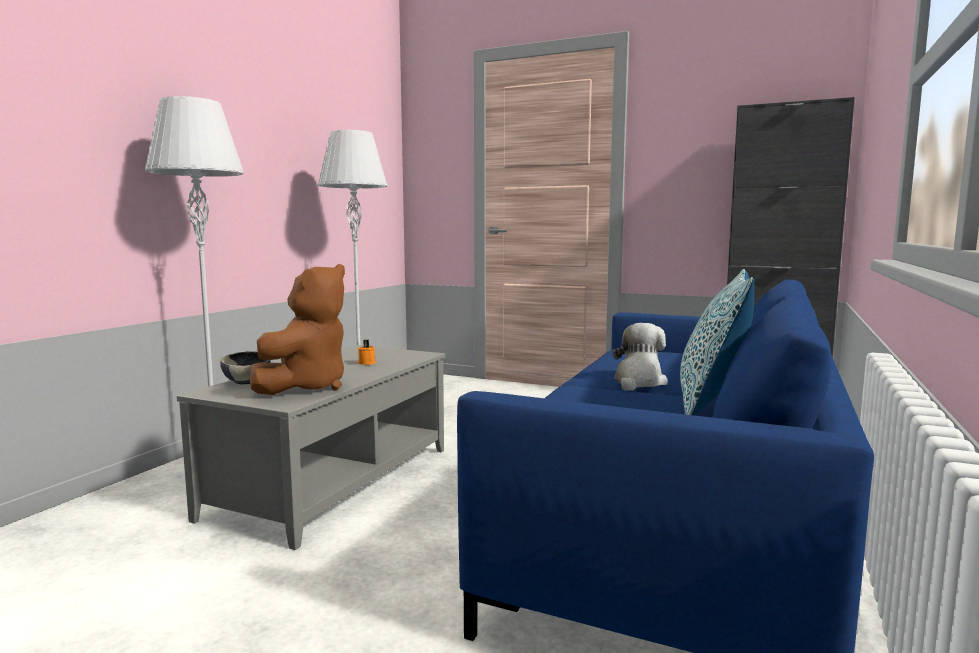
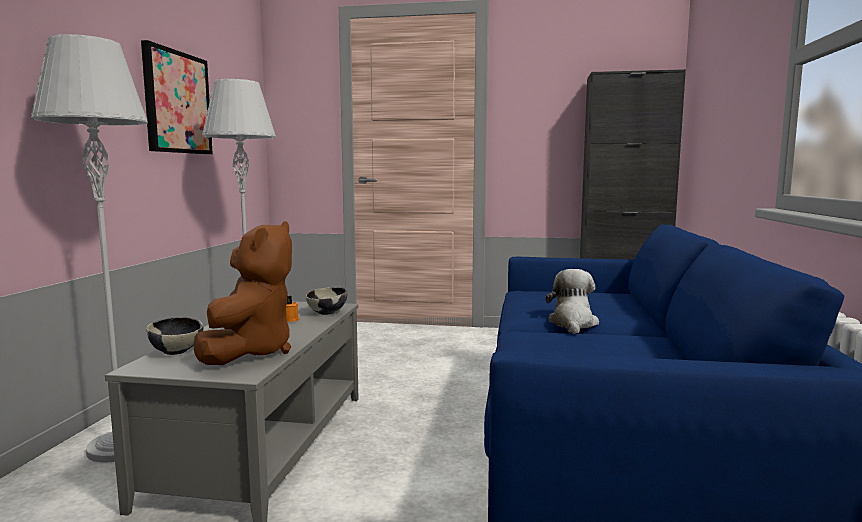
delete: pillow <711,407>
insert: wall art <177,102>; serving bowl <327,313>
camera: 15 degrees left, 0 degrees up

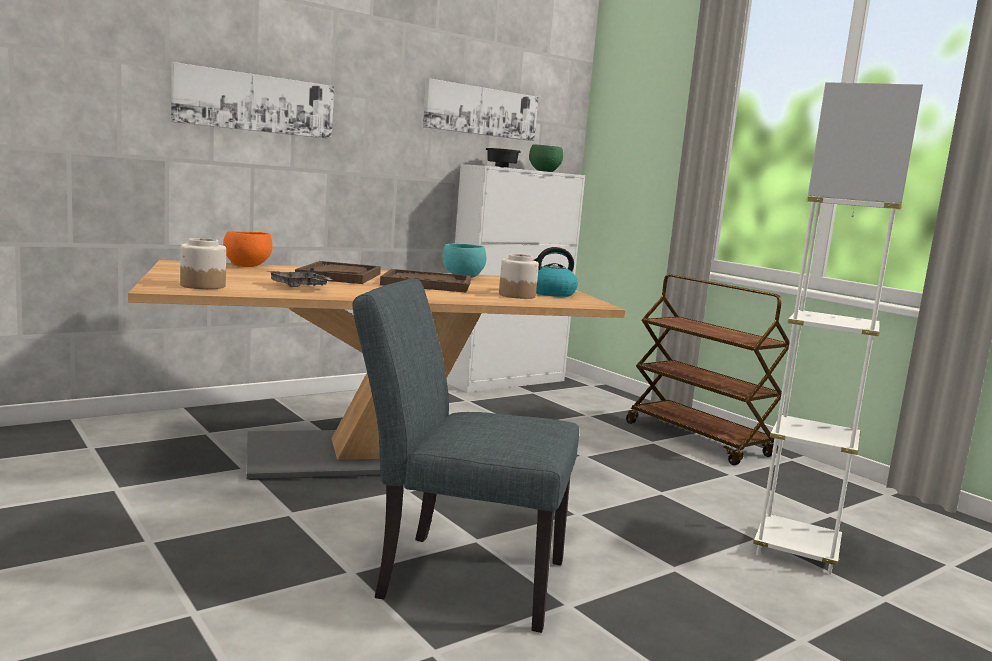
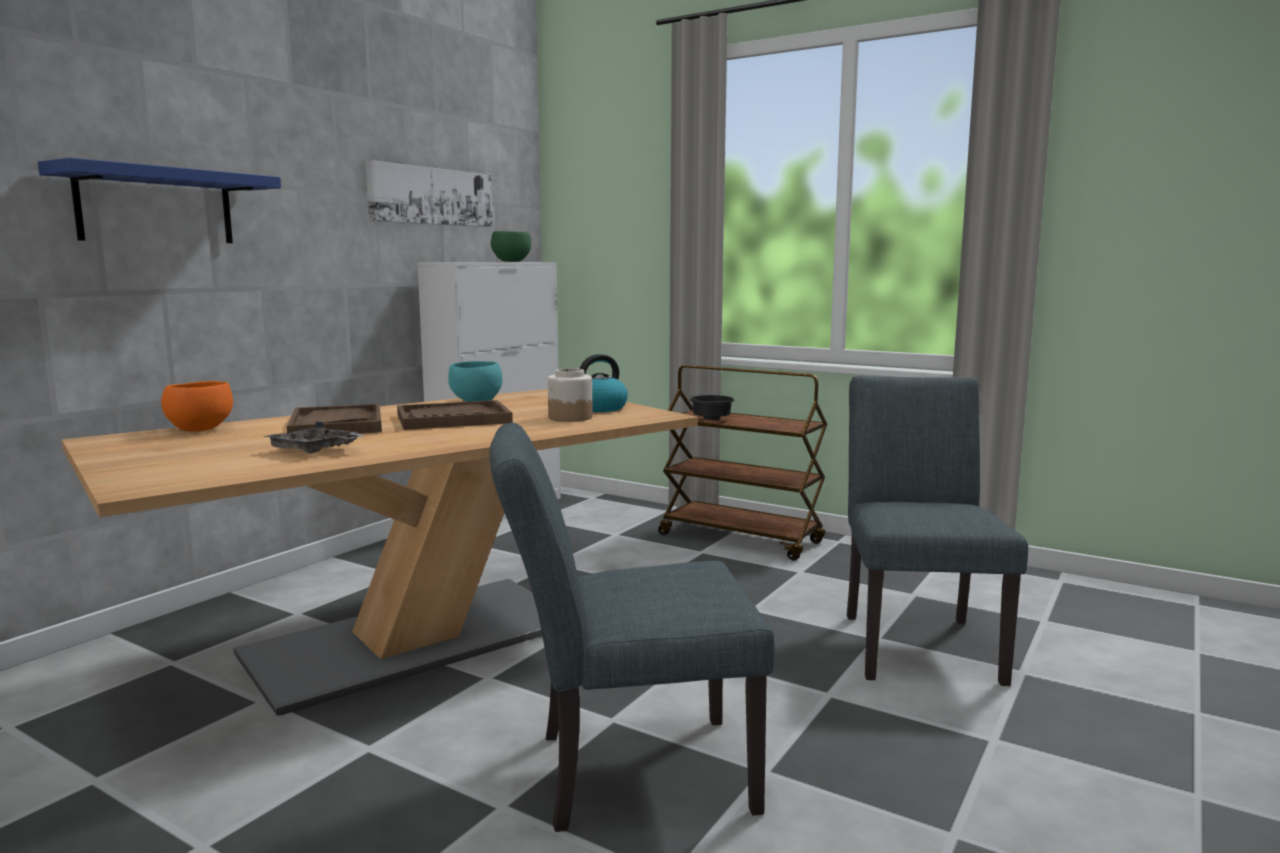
delete: storage jar <202,286>
move: blackish serving bowl <500,167> to <710,419>
replace: wall art <255,103> to bluish bracket shelf <156,206>; whitish standard lamp <796,551> to greyish upright chair <917,641>
camera: 20 degrees left, 0 degrees up

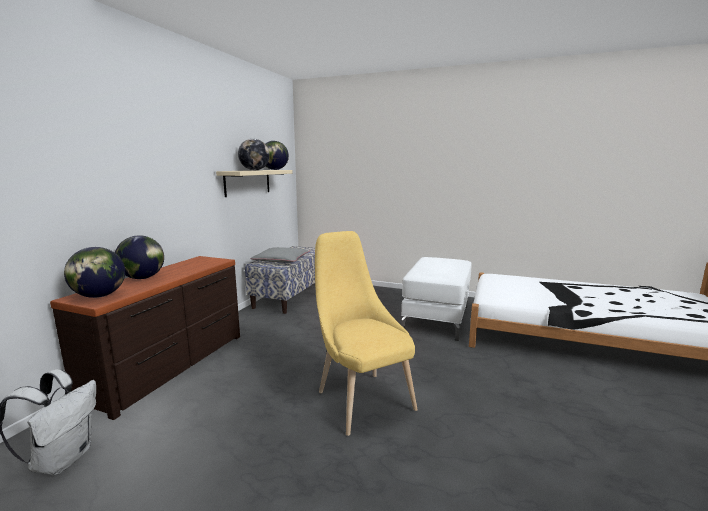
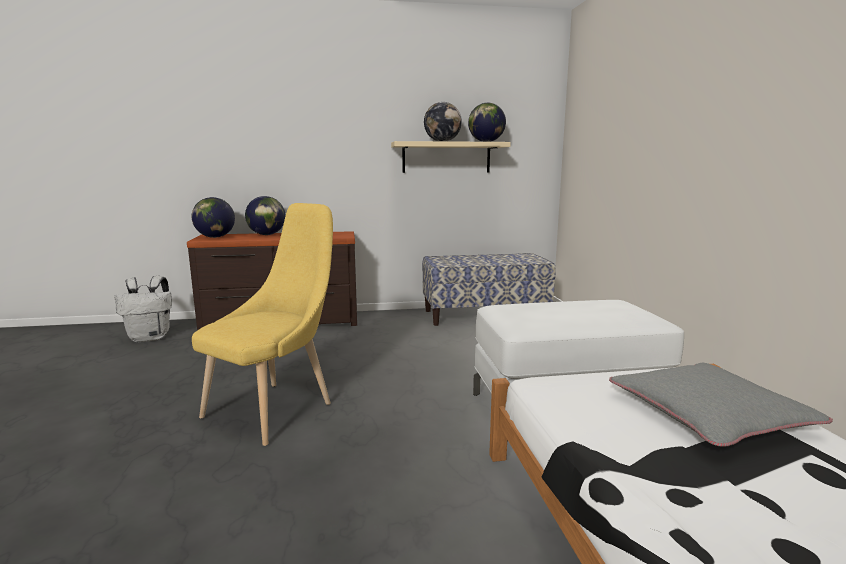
move: greyish pillow <281,260> to <708,414>
camera: 60 degrees right, 0 degrees up

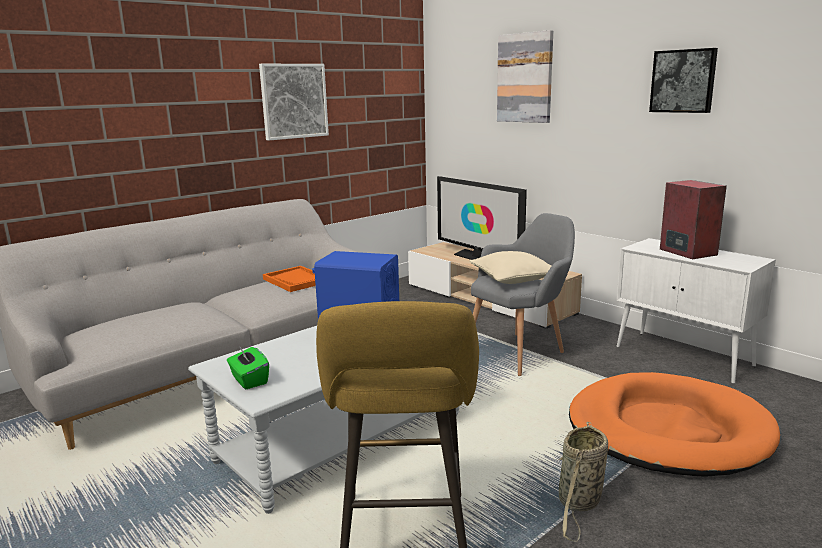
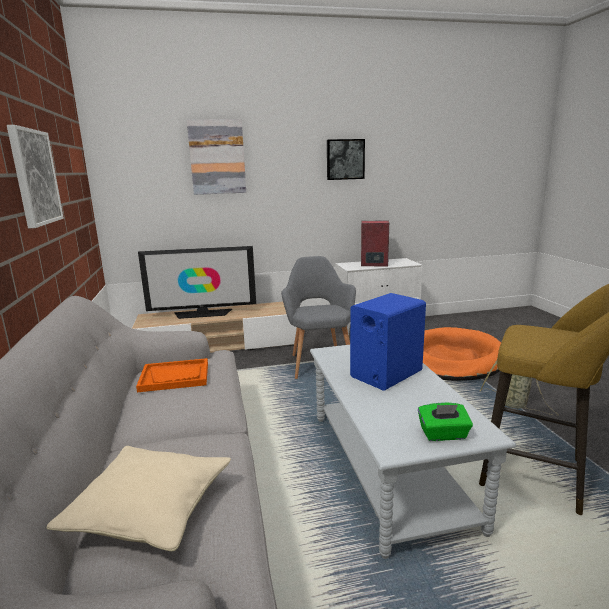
move: sand-coloured pillow <514,279> to <150,509>
camera: 60 degrees left, 0 degrees up

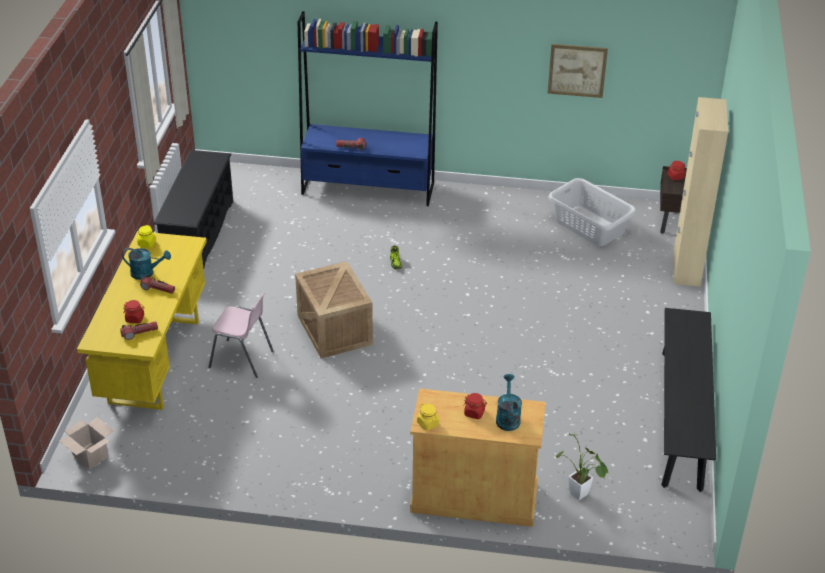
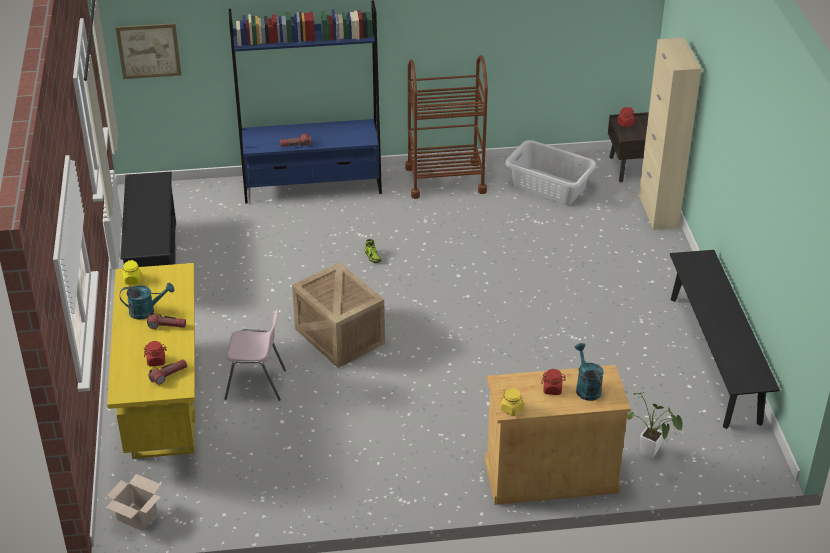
insert: brown wheeled cart <445,180>
move: wall art <577,70> to <149,50>
camera: 15 degrees left, 0 degrees up

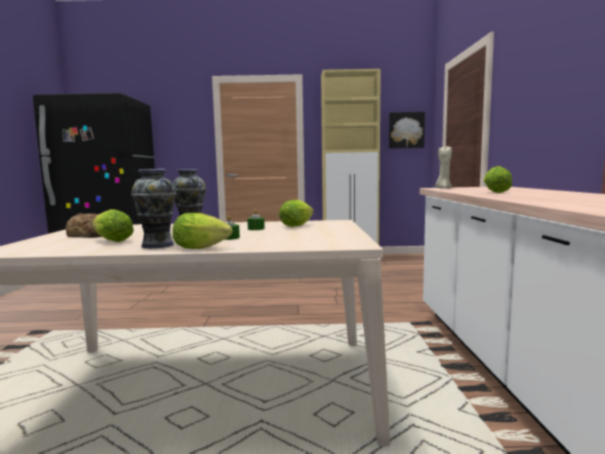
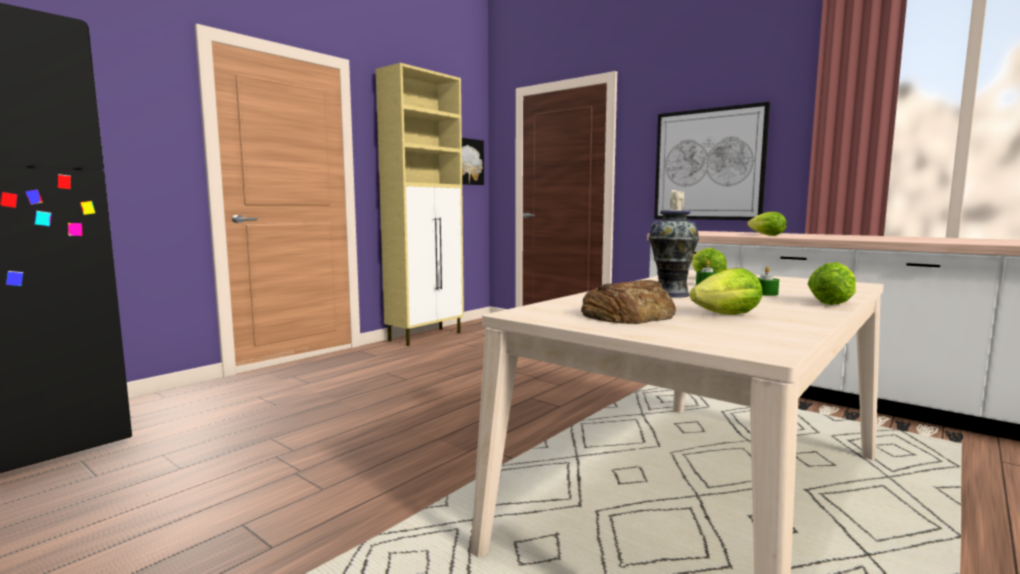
delete: flower vase <157,245>
insert: wall art <708,164>
camera: 50 degrees left, 0 degrees up

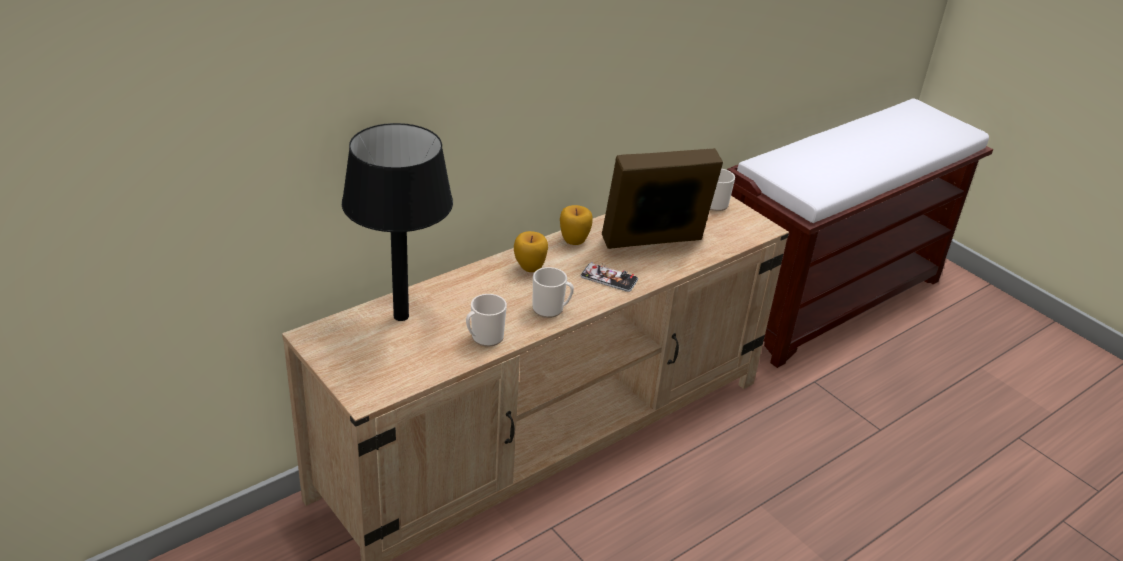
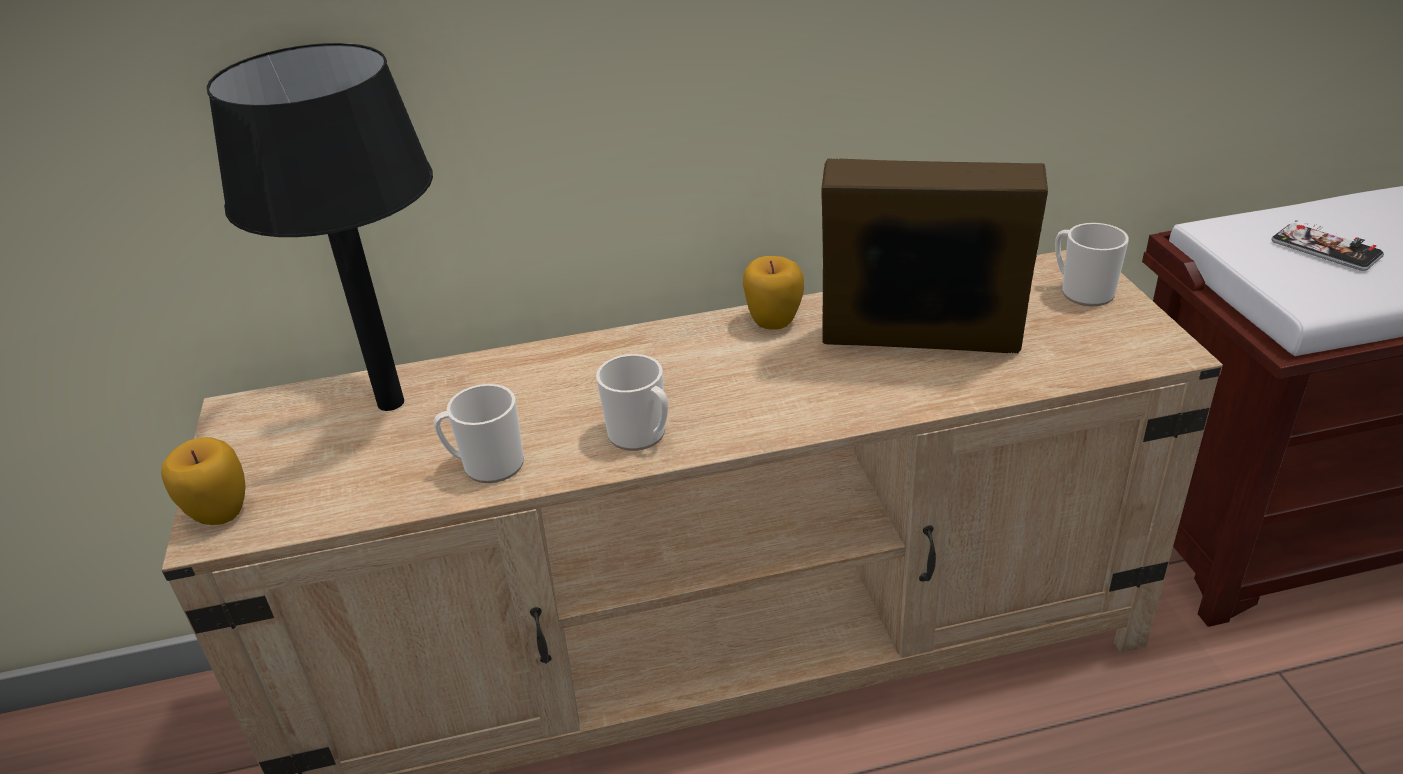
move: apple fruit <529,268> to <220,513>; telephone <609,278> to <1325,248>
camera: 30 degrees right, 0 degrees up

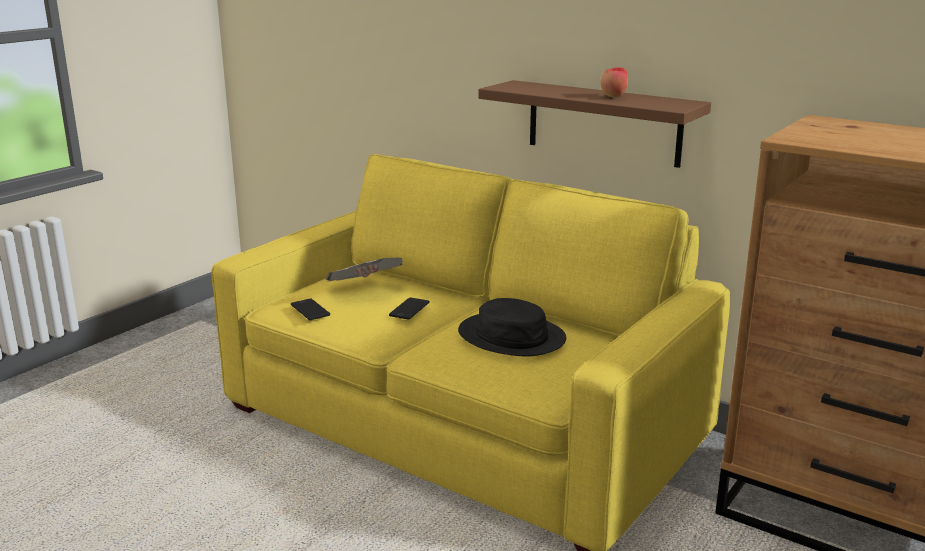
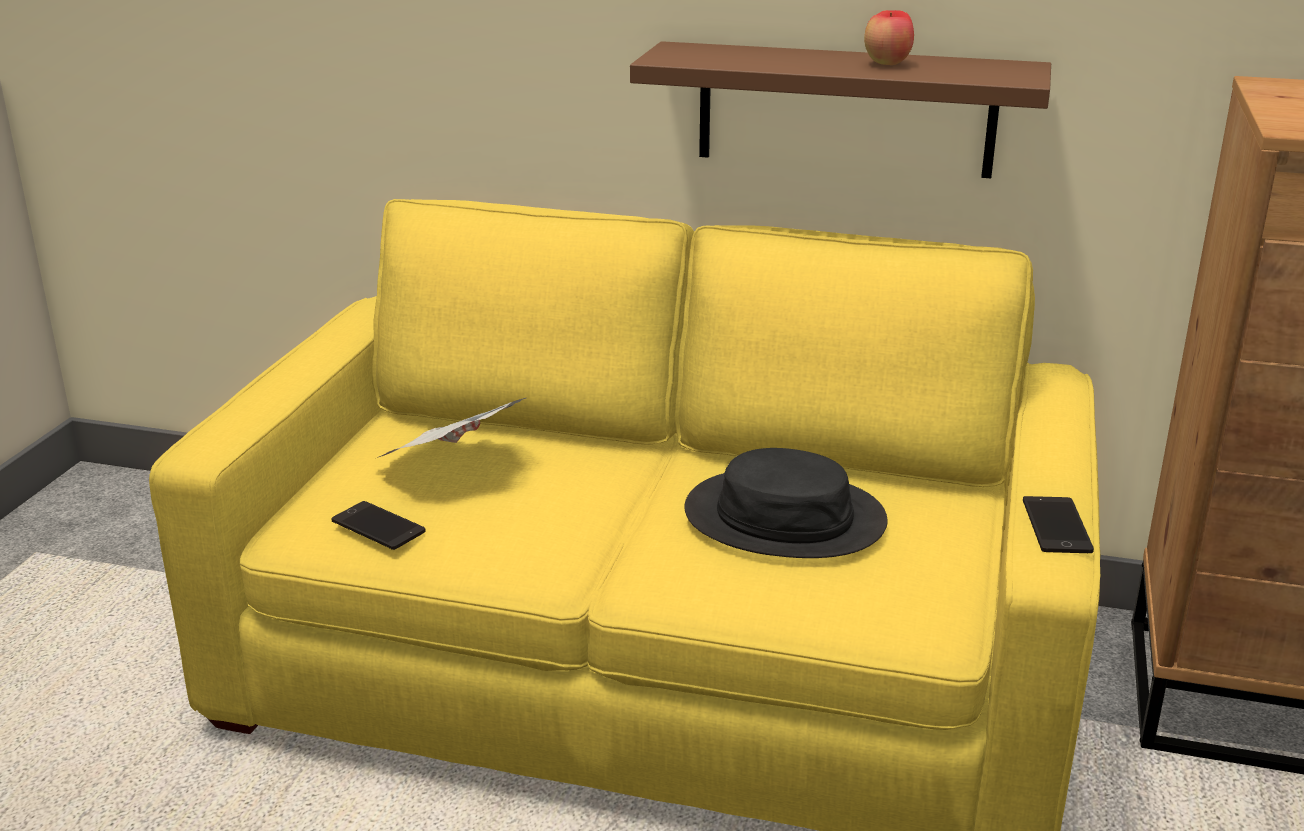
move: telephone <409,309> to <1056,526>
camera: 20 degrees left, 5 degrees up

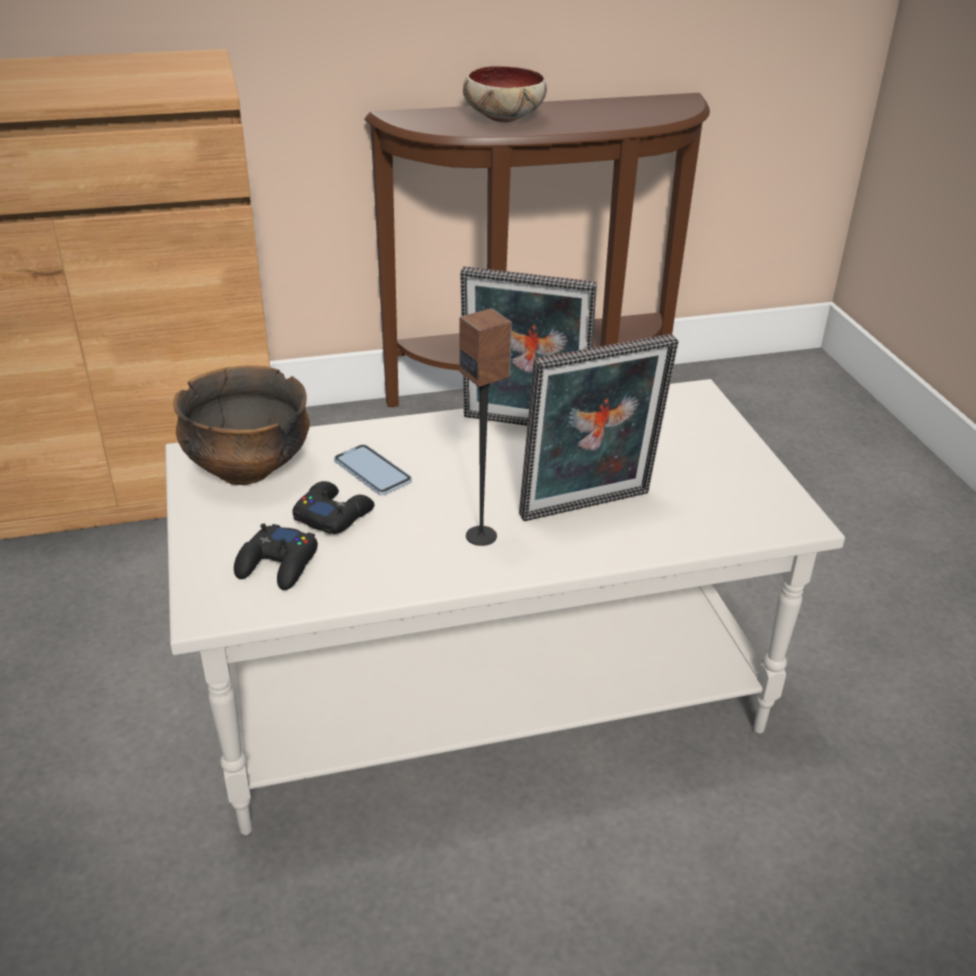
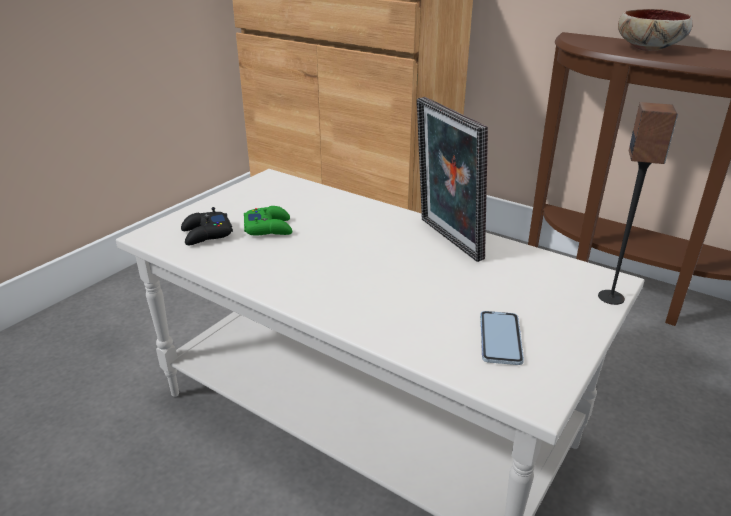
delete: serving bowl <247,468>; standing frame <588,509>
move: telephone <372,471> to <500,339>; speaker <482,536> to <611,297>
recolor: blackish game controller <333,515> to greenish game controller <269,228>
camera: 50 degrees right, 5 degrees down

